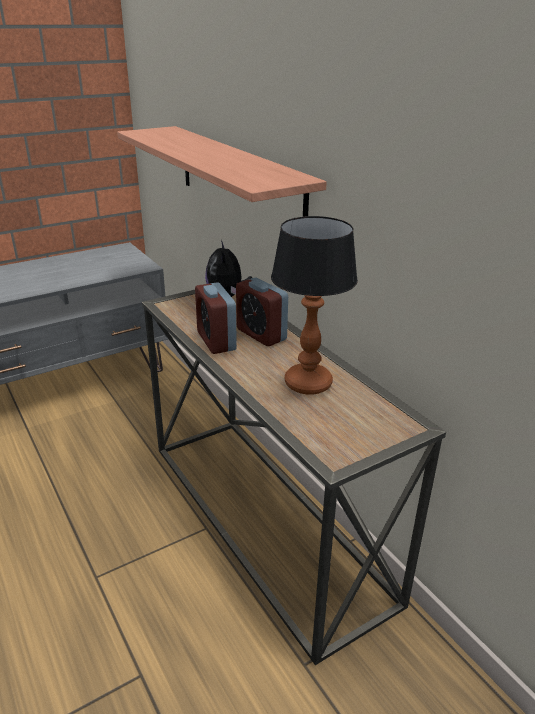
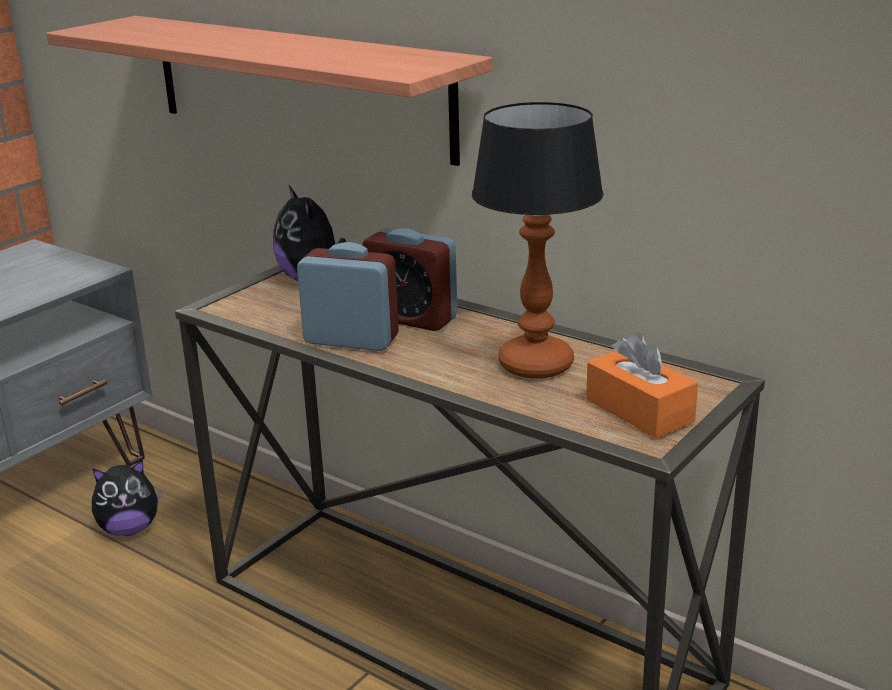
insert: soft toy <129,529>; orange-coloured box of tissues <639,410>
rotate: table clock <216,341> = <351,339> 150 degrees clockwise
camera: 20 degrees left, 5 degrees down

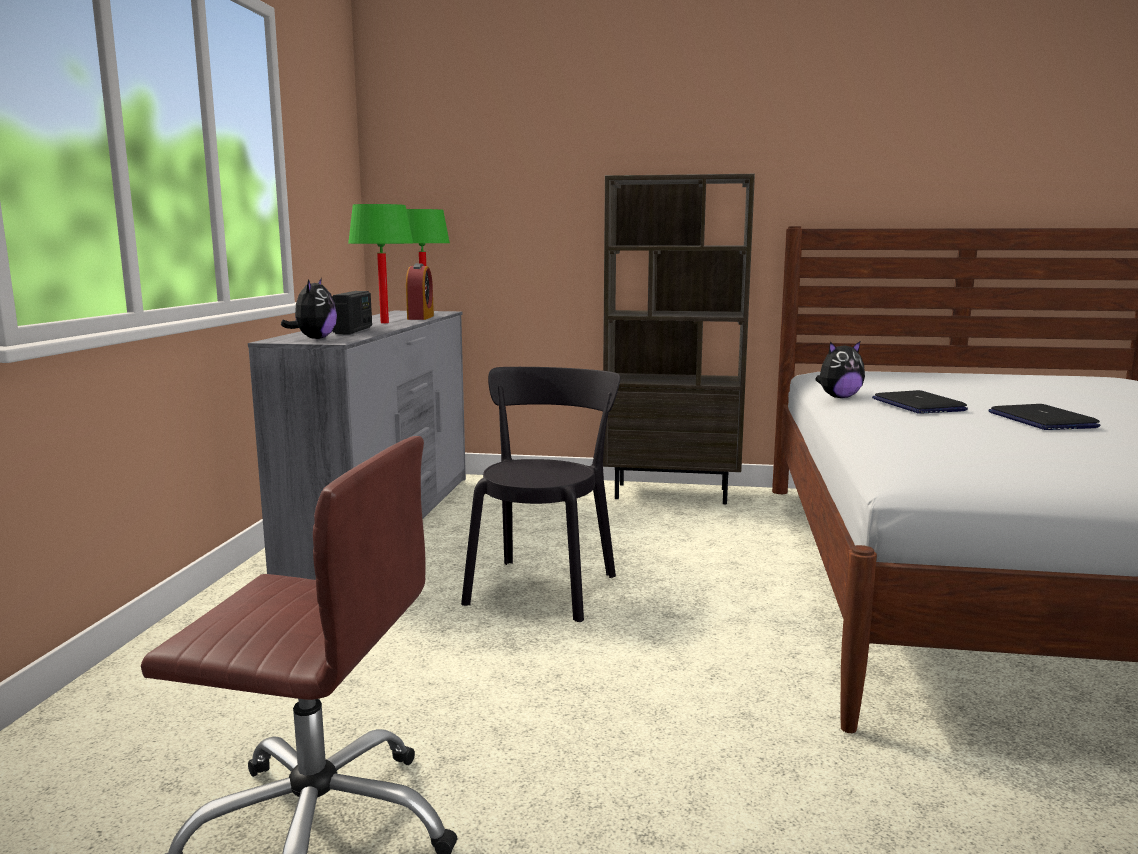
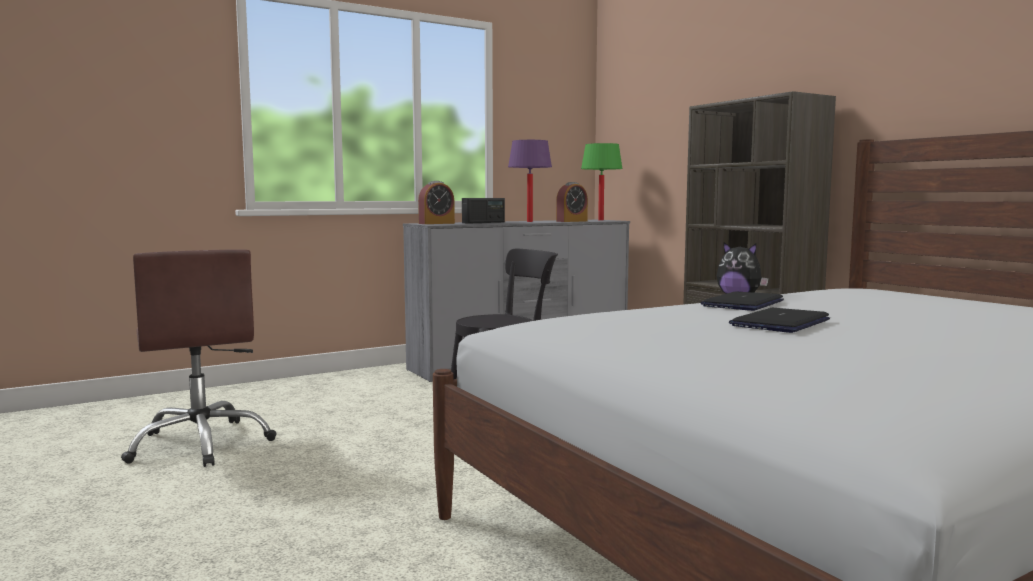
replace: soft toy <314,339> to table clock <436,223>
recolor: greenish lamp for a table <384,323> to purple lamp for a table <529,221>
camera: 50 degrees right, 5 degrees down

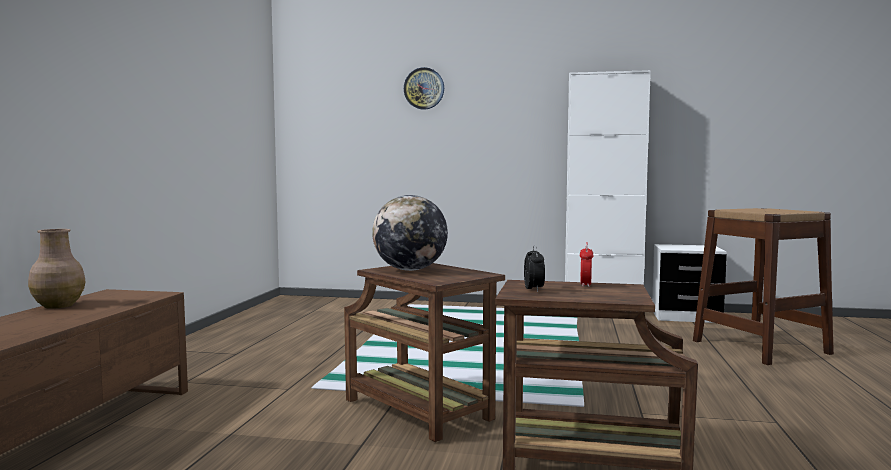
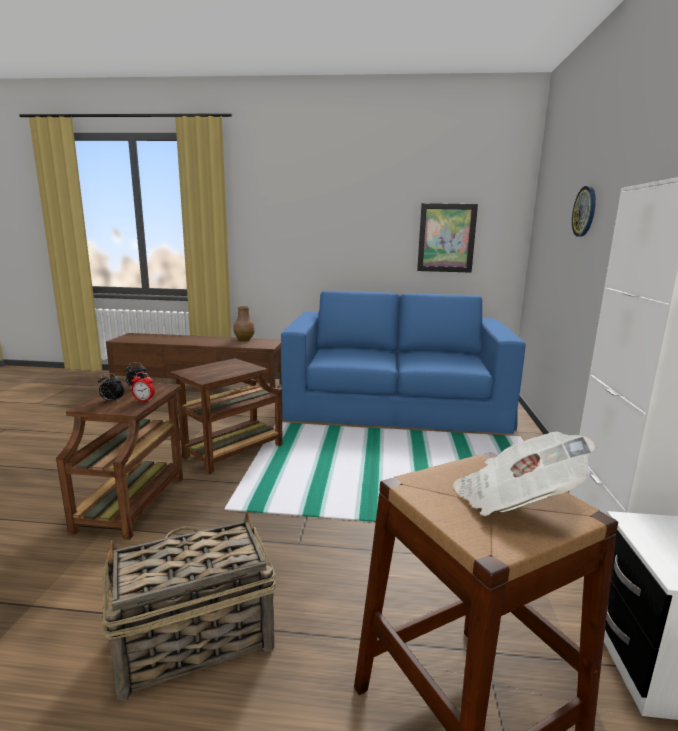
delete: world globe <410,270>
insert: table clock <112,401>; storage basket <192,639>; bluish couch <395,404>; wall art <446,238>; newspaper <515,500>
camera: 85 degrees right, 10 degrees up

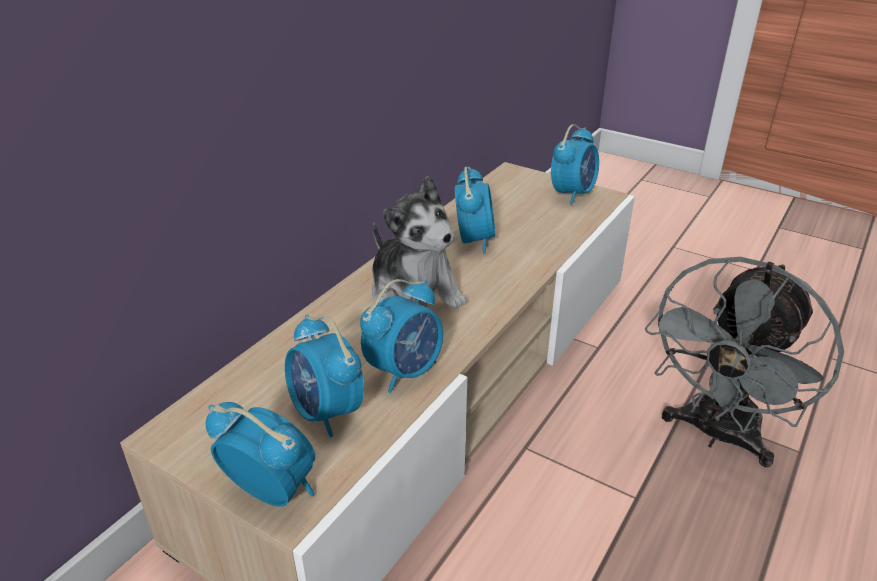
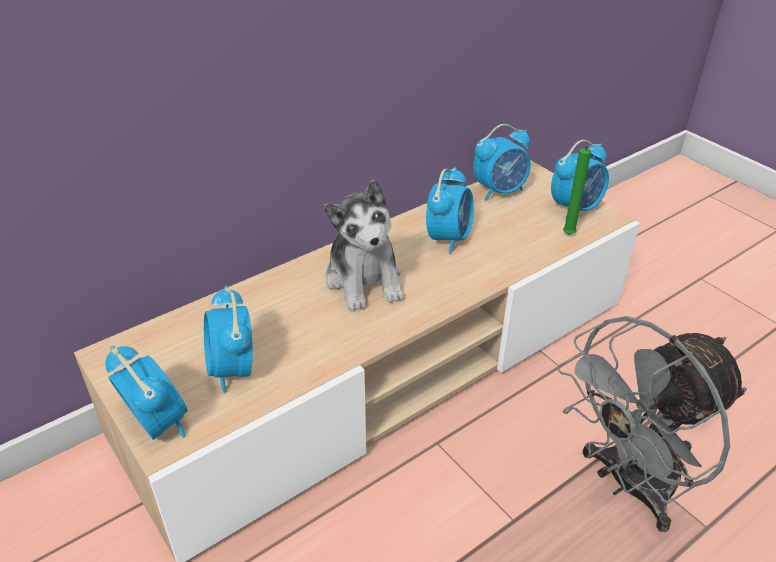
insert: greenish wax candle <568,236>
move: table clock <405,371> to <500,191>
camera: 20 degrees right, 5 degrees up

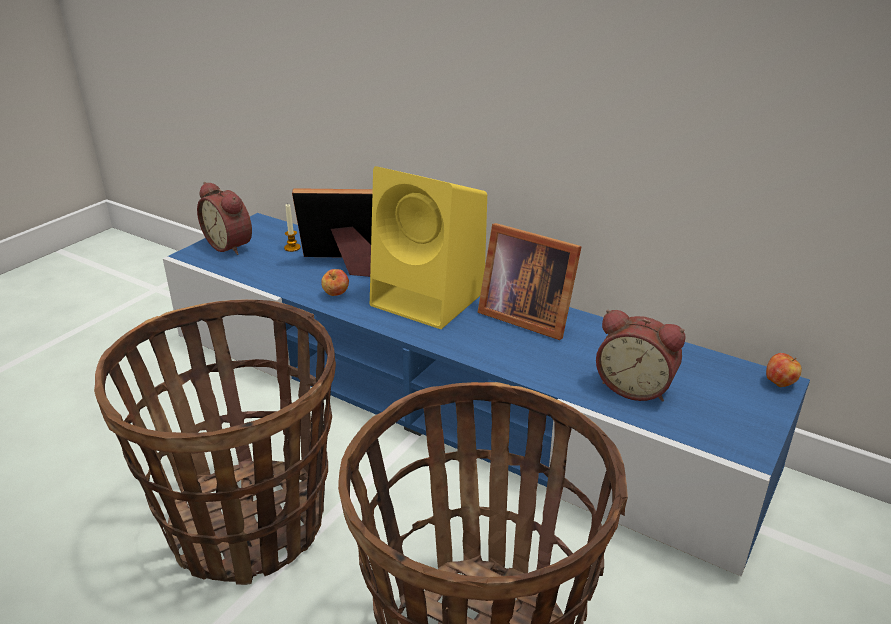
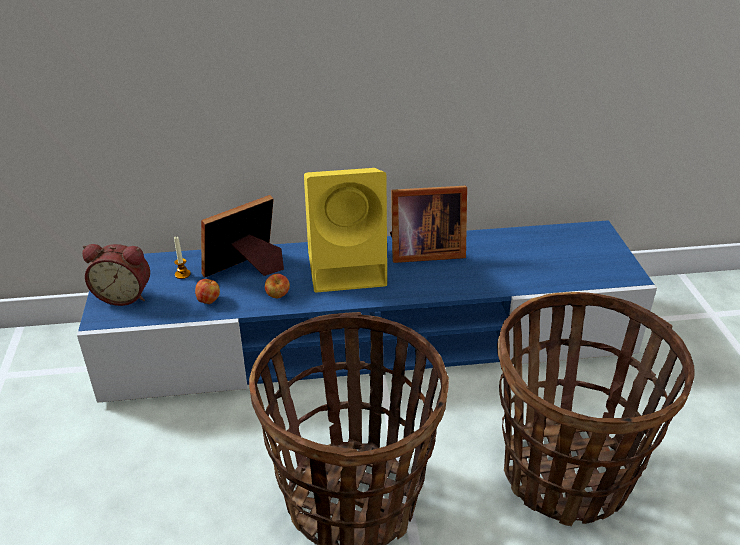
delete: table clock <635,387>
move: apple fruit <779,383> to <208,300>
camera: 40 degrees left, 5 degrees up

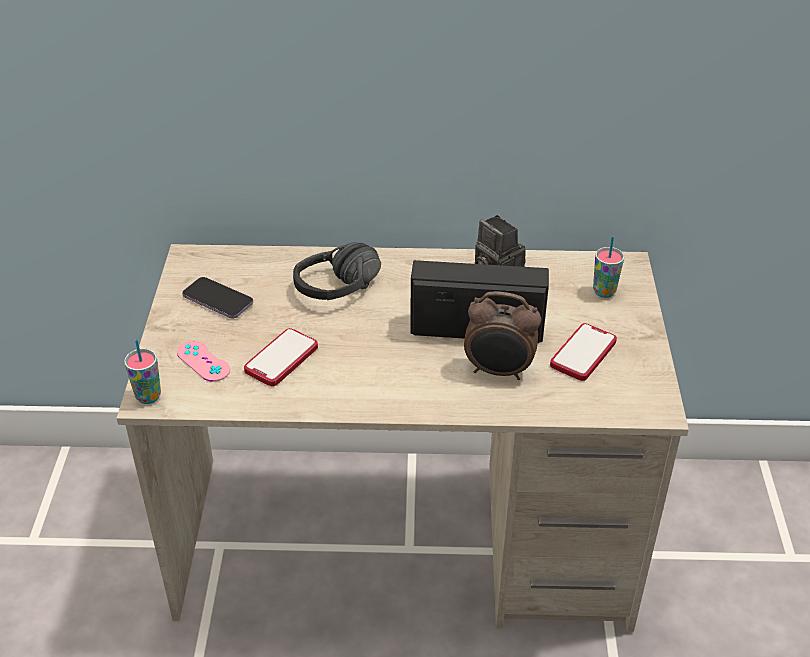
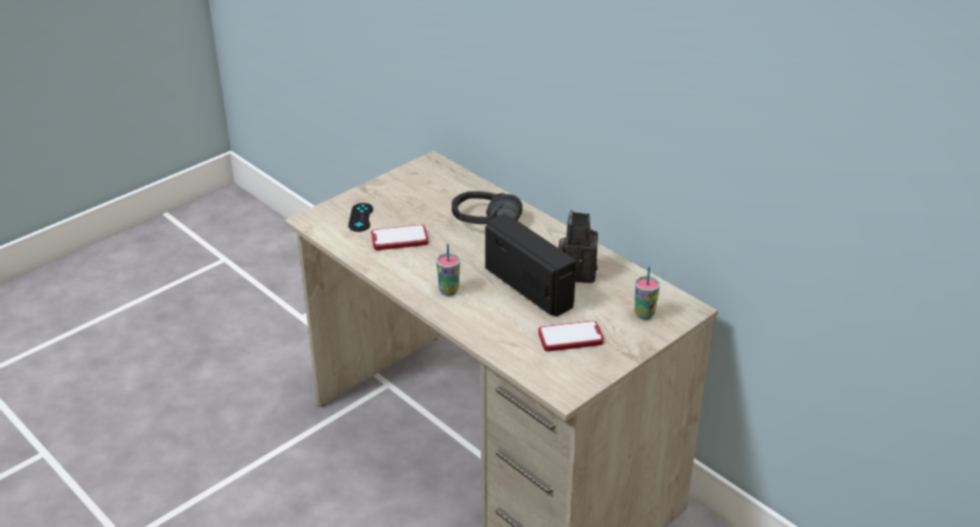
delete: telephone <218,300>; table clock <499,371>
move: small cup <148,396> to <449,291>
recolor: pink-coloured game controller <203,361> to blackish game controller <360,217>
camera: 45 degrees right, 5 degrees down

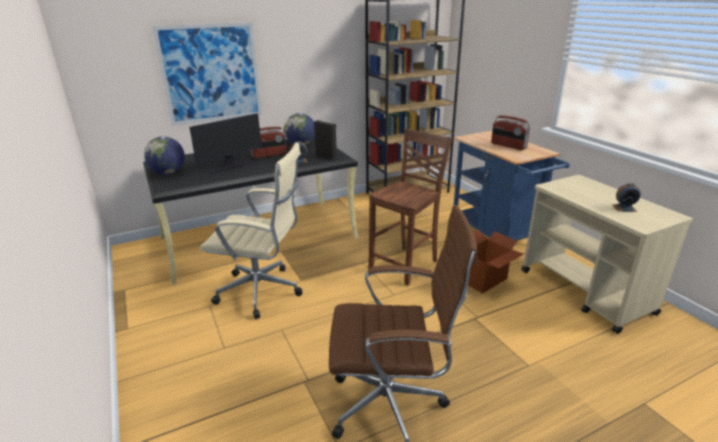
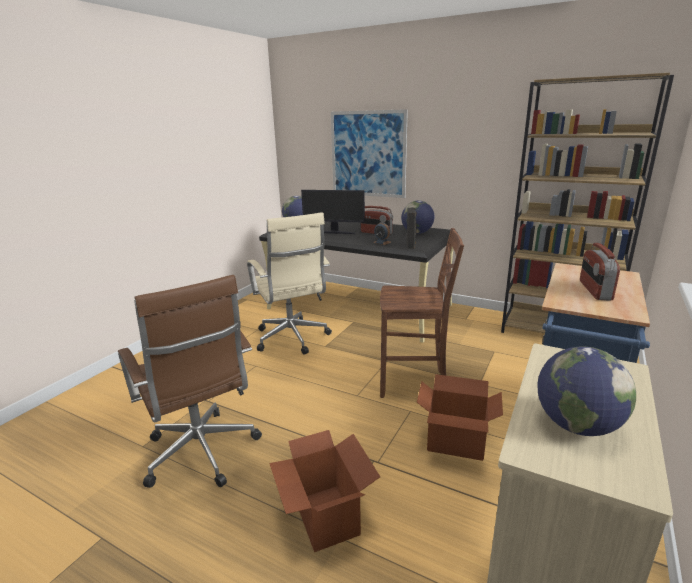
insert: packing box <325,517>
replace: table clock <624,208> to world globe <576,425>
camera: 55 degrees right, 5 degrees down

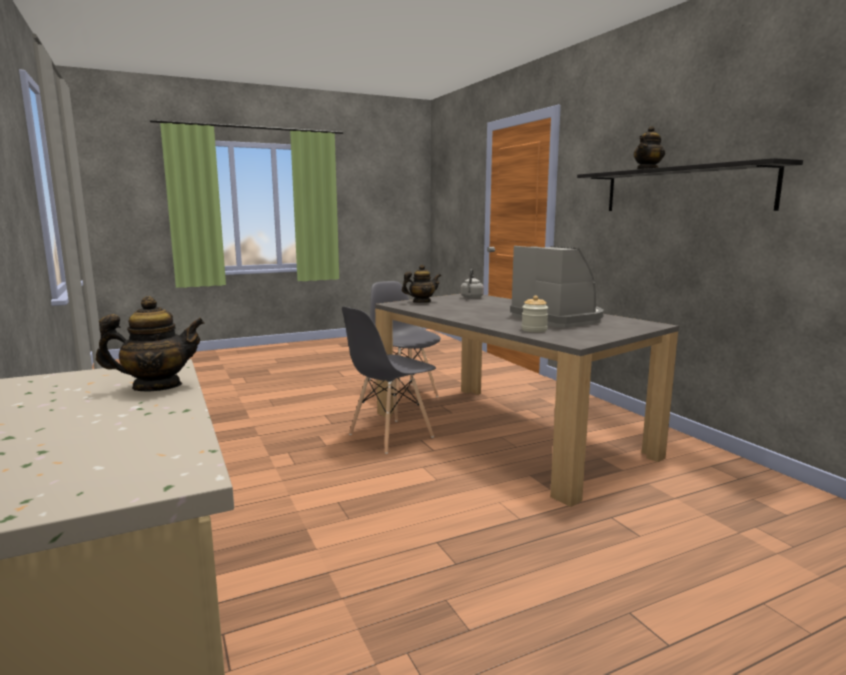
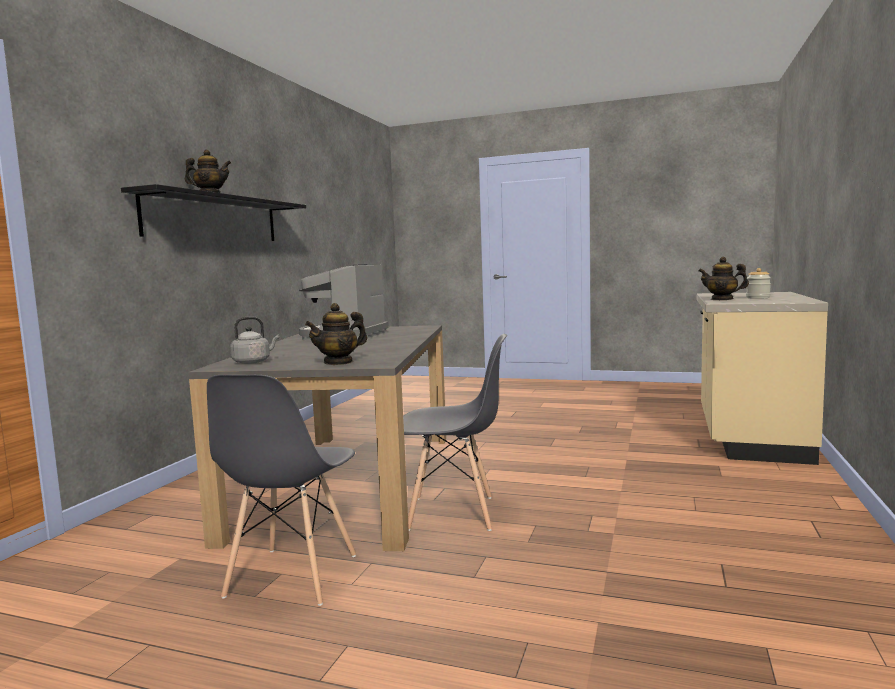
move: storage jar <534,330> to <758,298>
rotate: tea pot <421,302> = <339,362> 60 degrees counterclockwise
camera: 135 degrees left, 5 degrees down

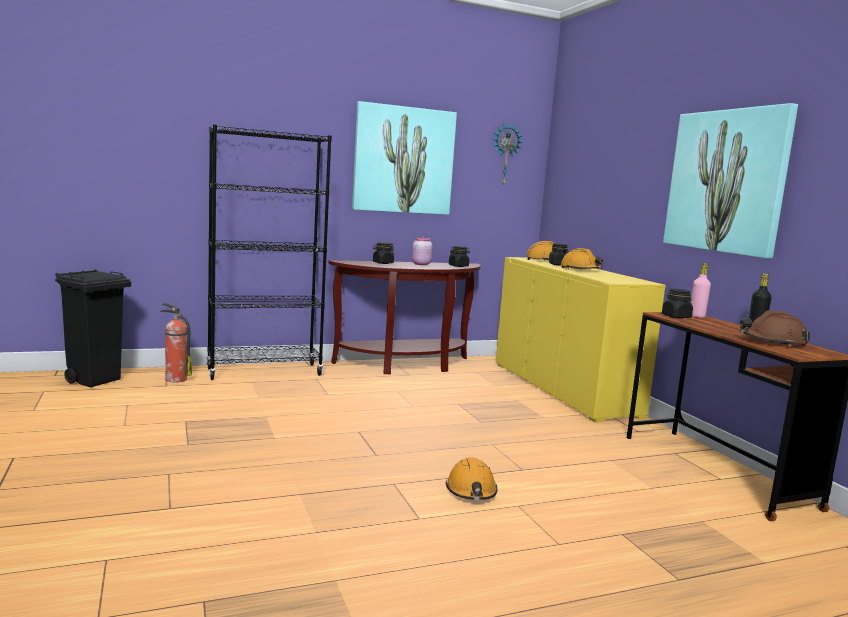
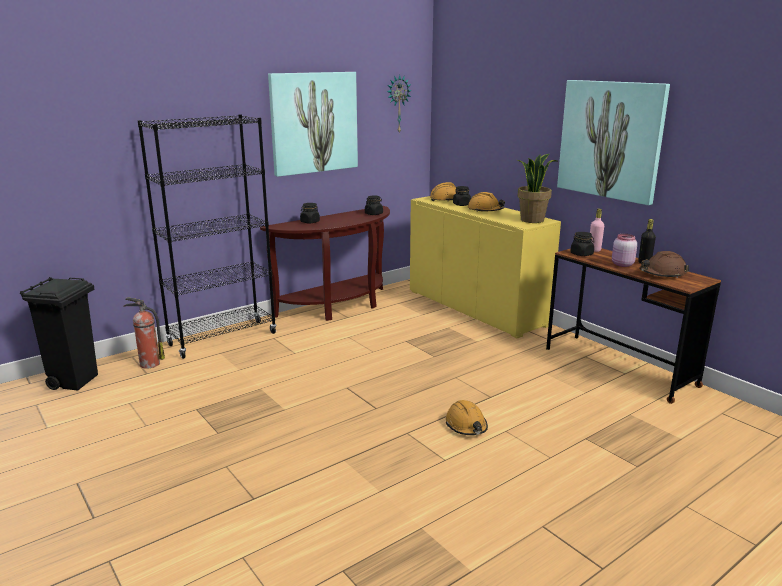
insert: plant in a pot <532,220>
move: pink-coloured storage jar <420,264> to <622,265>
camera: 15 degrees left, 10 degrees up

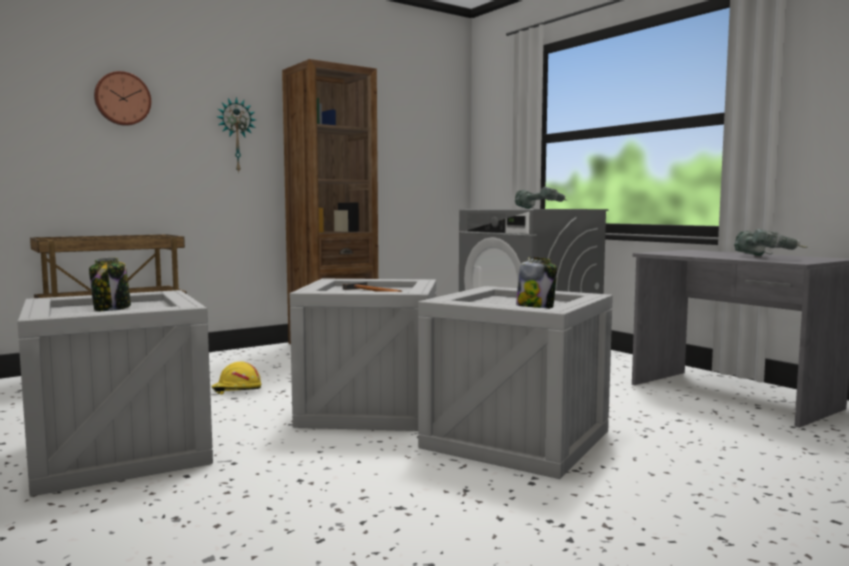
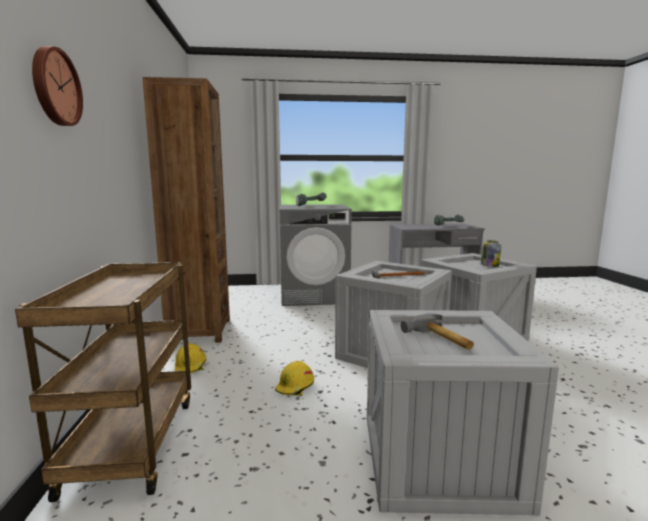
delete: wall clock <236,135>
insert: yellowish work helmet <191,366>
replace: storage jar <112,309> to tool hammer <439,339>
camera: 60 degrees left, 5 degrees up

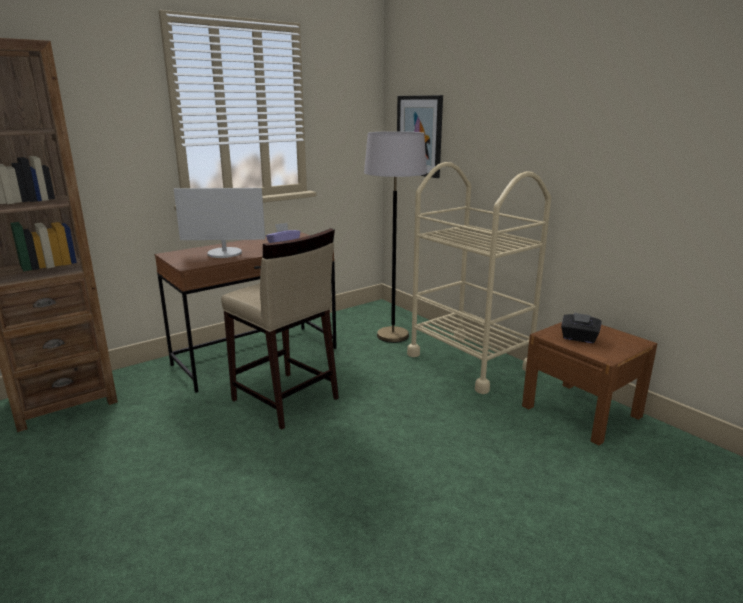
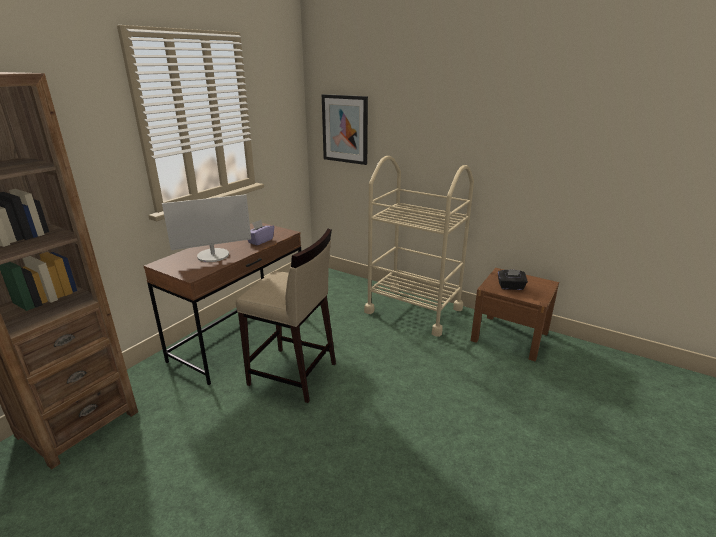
delete: greyish standard lamp <392,336>
camera: 20 degrees left, 5 degrees up

